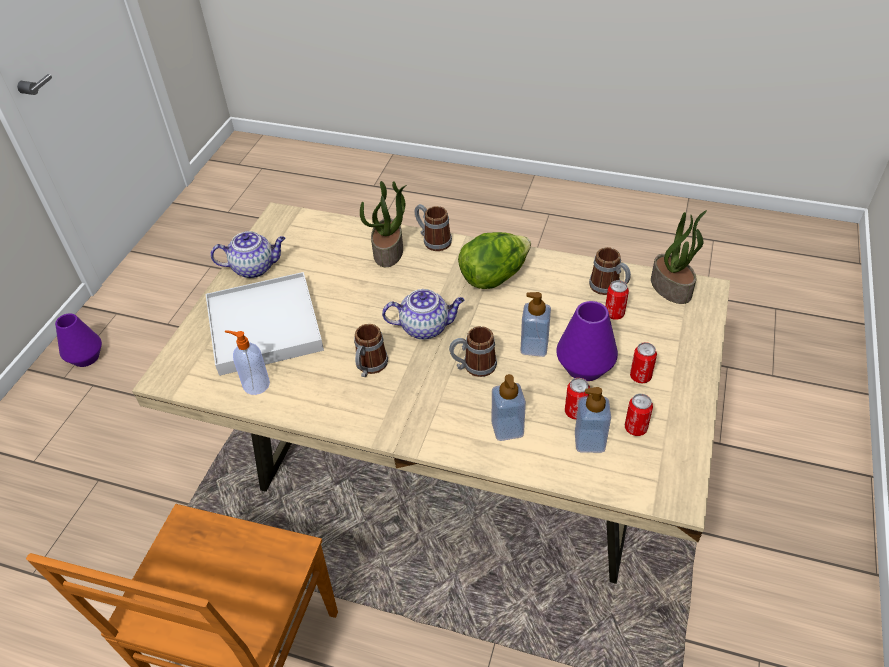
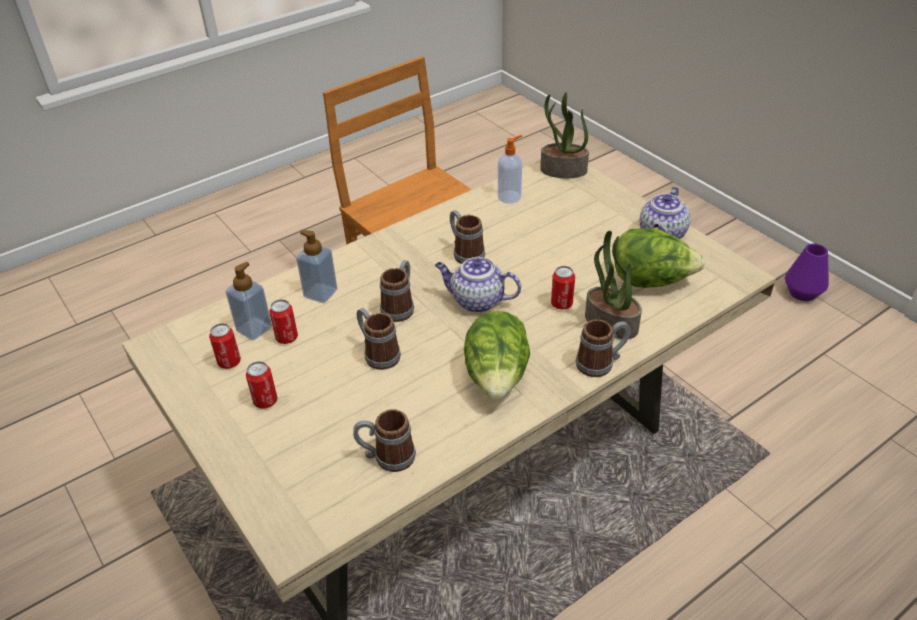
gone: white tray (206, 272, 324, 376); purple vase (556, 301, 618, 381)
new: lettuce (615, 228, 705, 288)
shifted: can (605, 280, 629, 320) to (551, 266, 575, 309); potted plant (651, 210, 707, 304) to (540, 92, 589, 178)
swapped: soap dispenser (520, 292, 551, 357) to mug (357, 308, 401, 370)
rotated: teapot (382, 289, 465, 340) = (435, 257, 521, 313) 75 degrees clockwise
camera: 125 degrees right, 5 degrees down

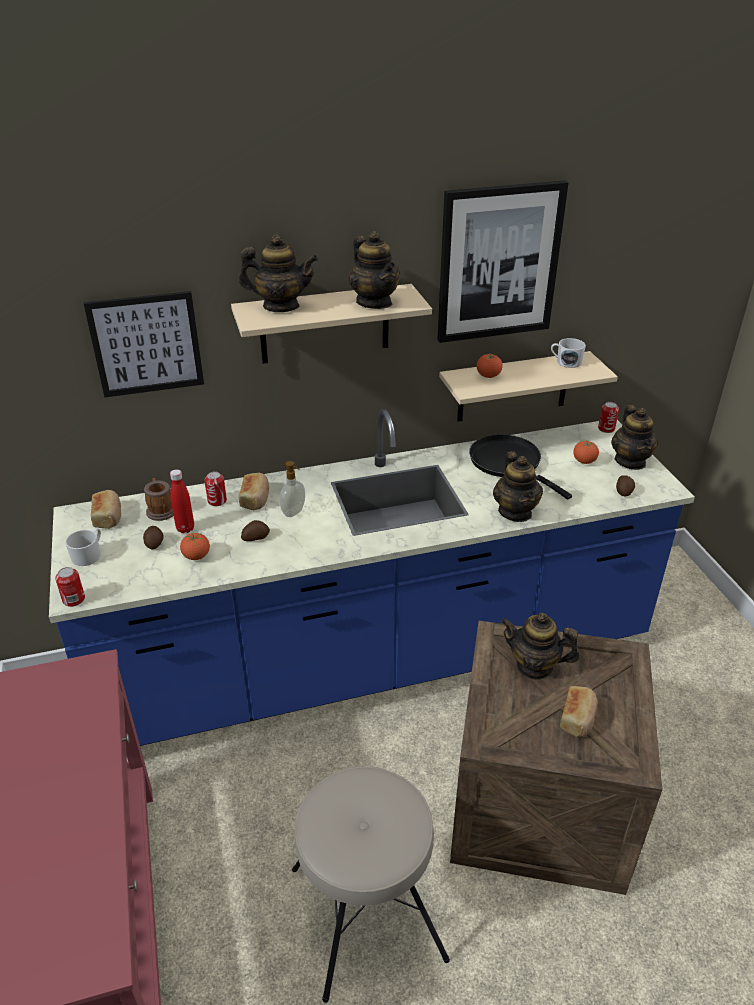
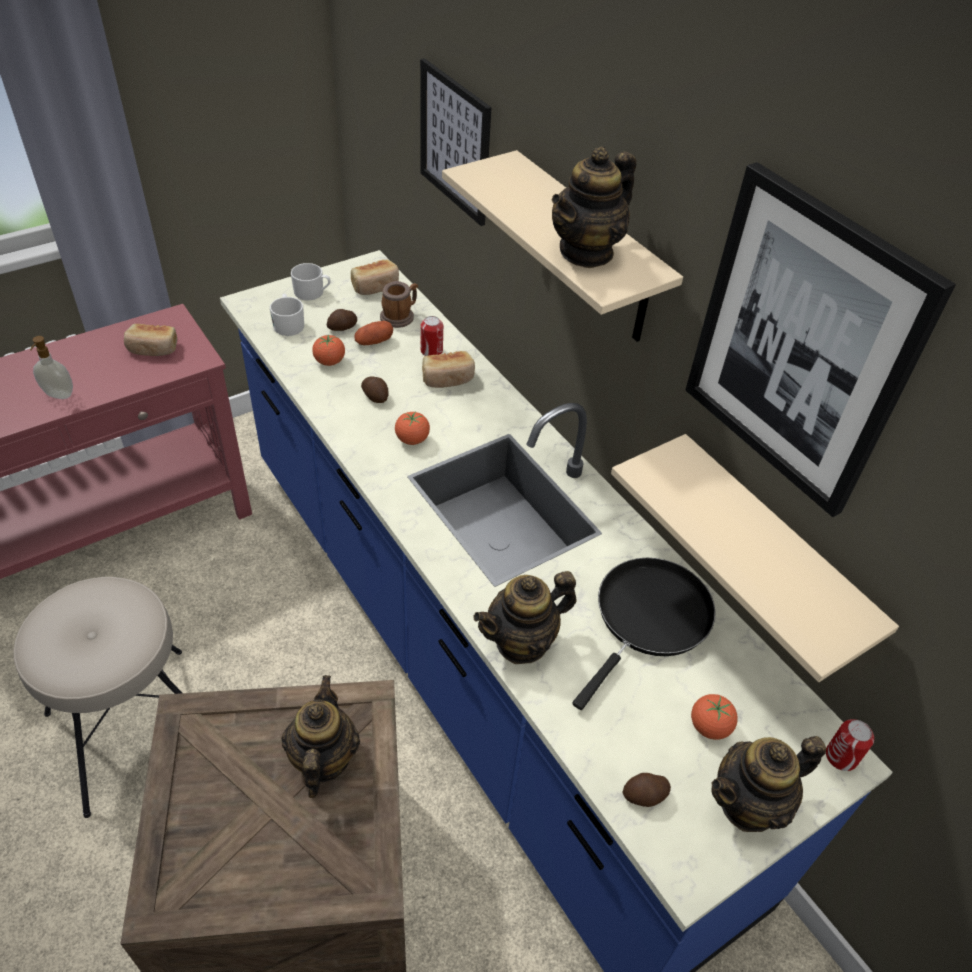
gone: can (55, 567, 85, 607); teapot (238, 234, 318, 312)
shifted: soap dispenser (280, 461, 305, 517) to (30, 336, 73, 399); tomato (477, 353, 503, 378) to (395, 411, 430, 445); white mug (551, 338, 586, 368) to (270, 294, 304, 336); bread (560, 686, 597, 737) to (124, 324, 177, 356)
swapped: red bottle (170, 469, 194, 533) to potato (355, 321, 393, 345)
camera: 70 degrees right, 10 degrees up

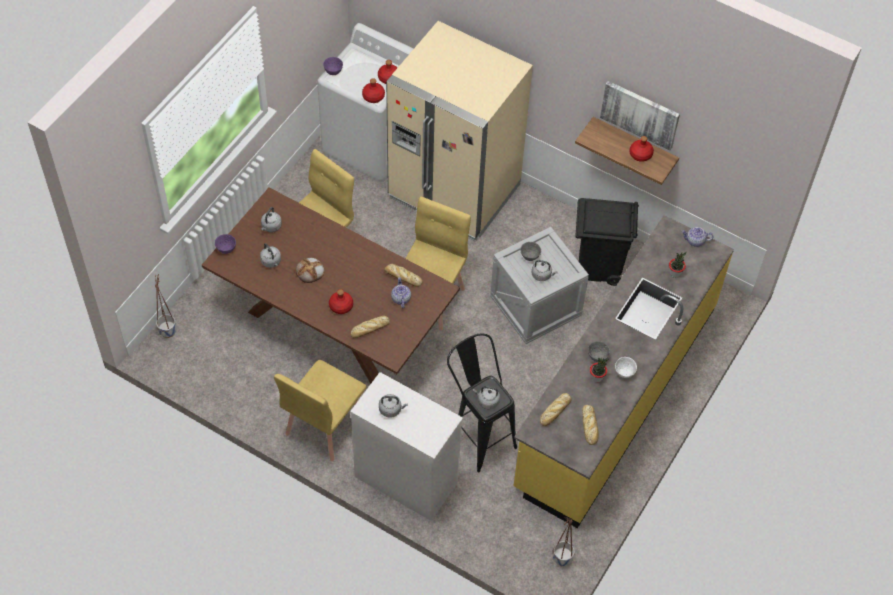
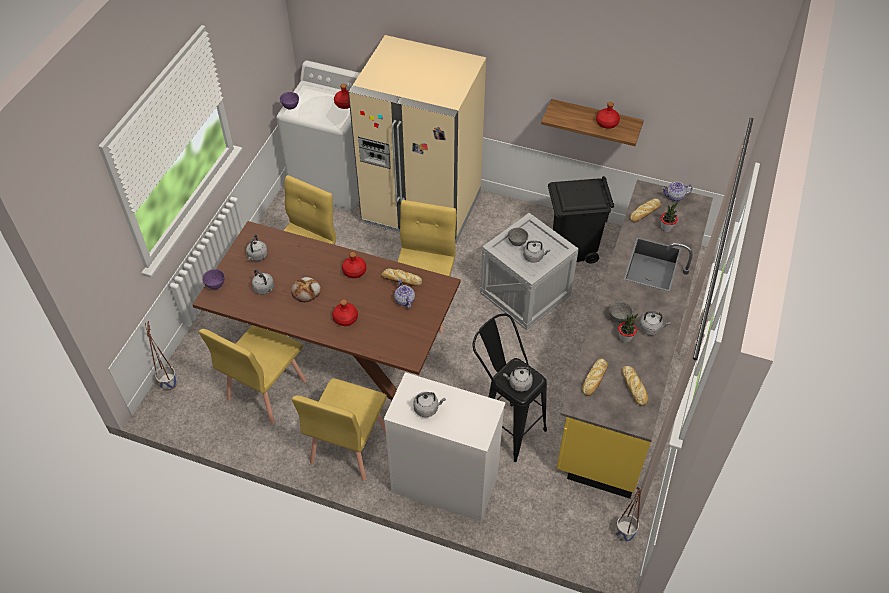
gone: picture (600, 81, 680, 150)
new: yellow chair (199, 325, 307, 424)
shifted: bread (351, 316, 390, 338) to (630, 198, 661, 223); red bottle (362, 78, 385, 103) to (342, 252, 366, 278)
swapped: white bowl (615, 357, 637, 378) to grey kettle (639, 311, 670, 335)
camera: 10 degrees left, 5 degrees down

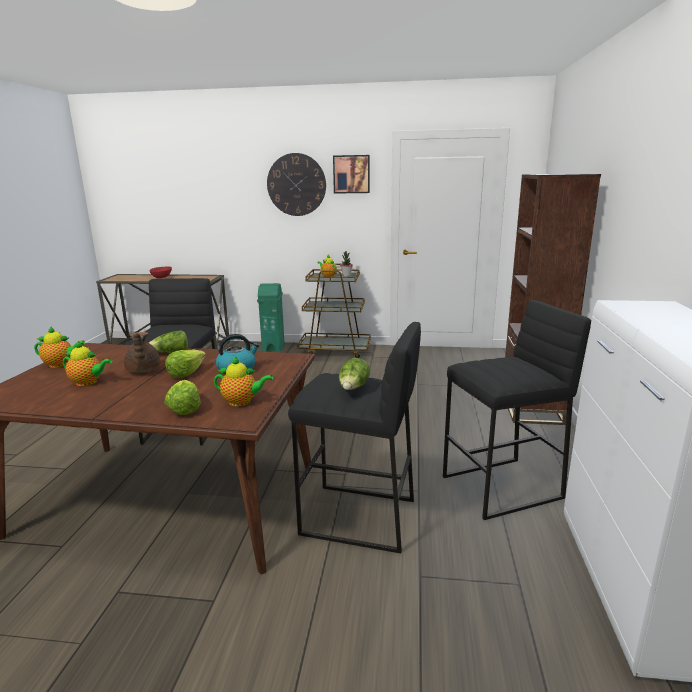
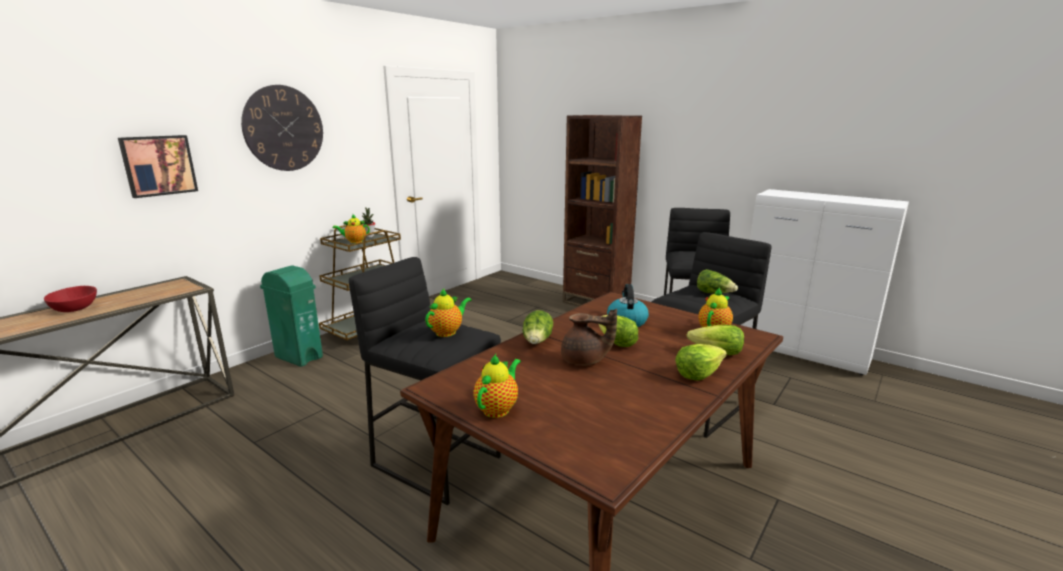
new: lettuce (675, 344, 727, 381)
shifted: teapot (63, 341, 112, 386) to (425, 289, 472, 337); picture (333, 155, 370, 194) to (118, 135, 198, 198)
camera: 60 degrees left, 0 degrees up

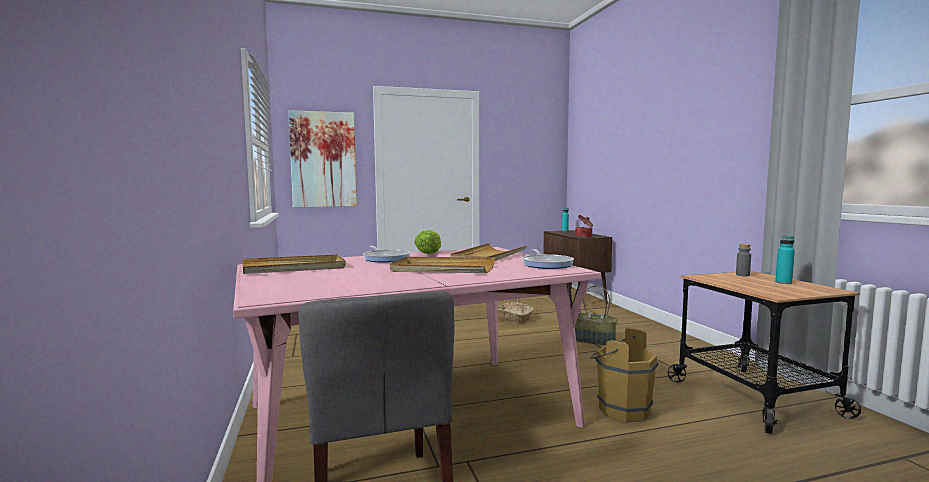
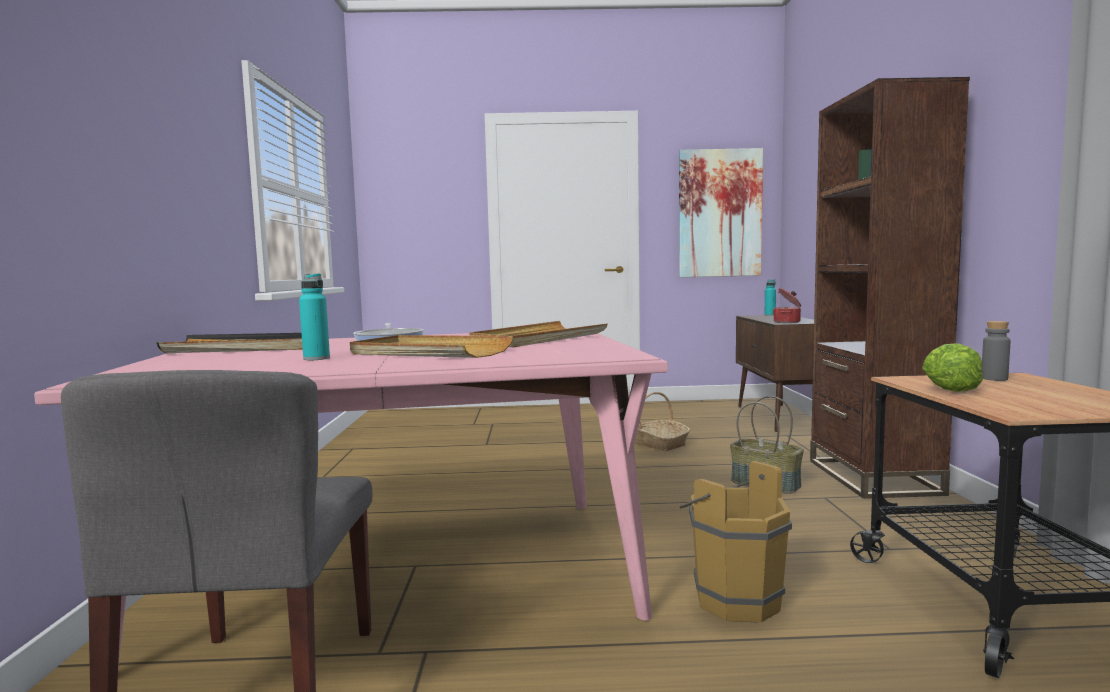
gone: frying pan (522, 249, 574, 269)
new: brown bookcase (810, 77, 970, 499)
shifted: picture (288, 110, 357, 208) to (679, 148, 763, 278); lettuce (414, 230, 441, 254) to (922, 343, 983, 392); turquoise bottle (775, 236, 795, 284) to (299, 273, 330, 360)
repainted: beige tray (242, 255, 346, 274) to black tray (157, 333, 303, 353)
camera: 15 degrees right, 0 degrees up

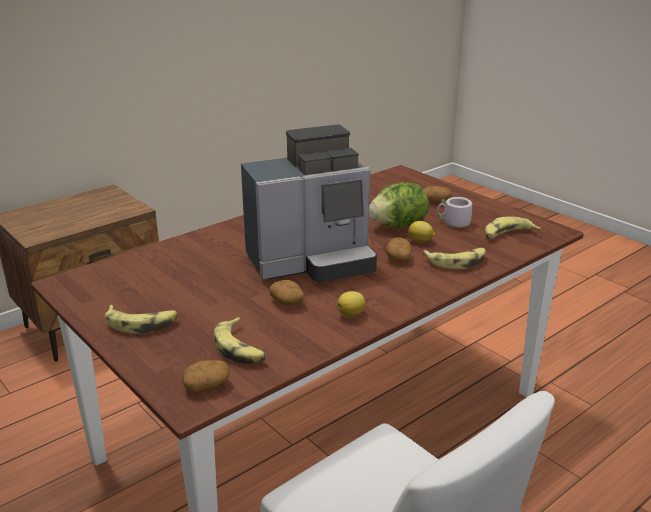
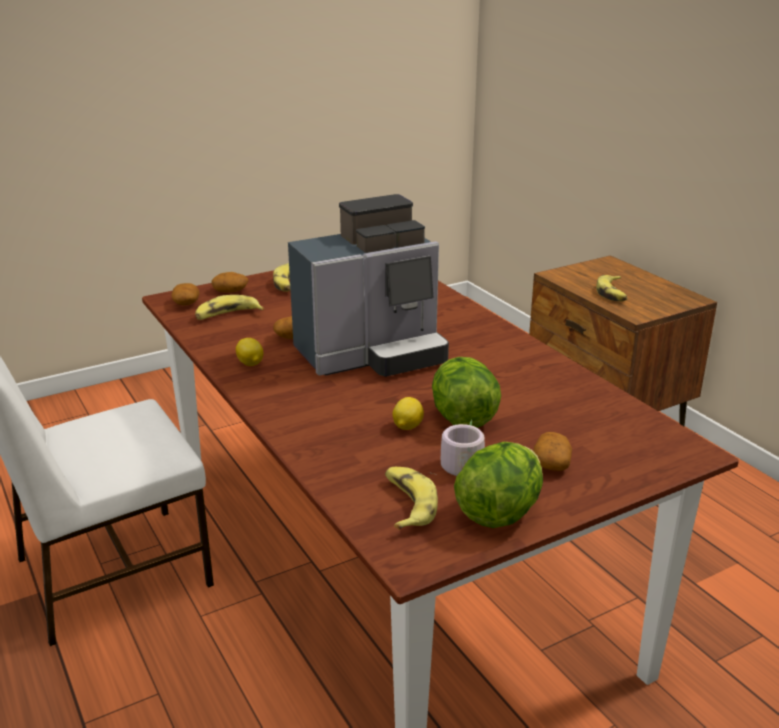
new: lettuce (454, 442, 543, 528)
shifted: potato (385, 237, 412, 262) to (211, 272, 248, 292); banana (422, 248, 486, 269) to (596, 275, 627, 301)
rotated: coffee machine (241, 124, 377, 283) = (288, 194, 449, 377) 105 degrees counterclockwise
camera: 100 degrees right, 0 degrees up

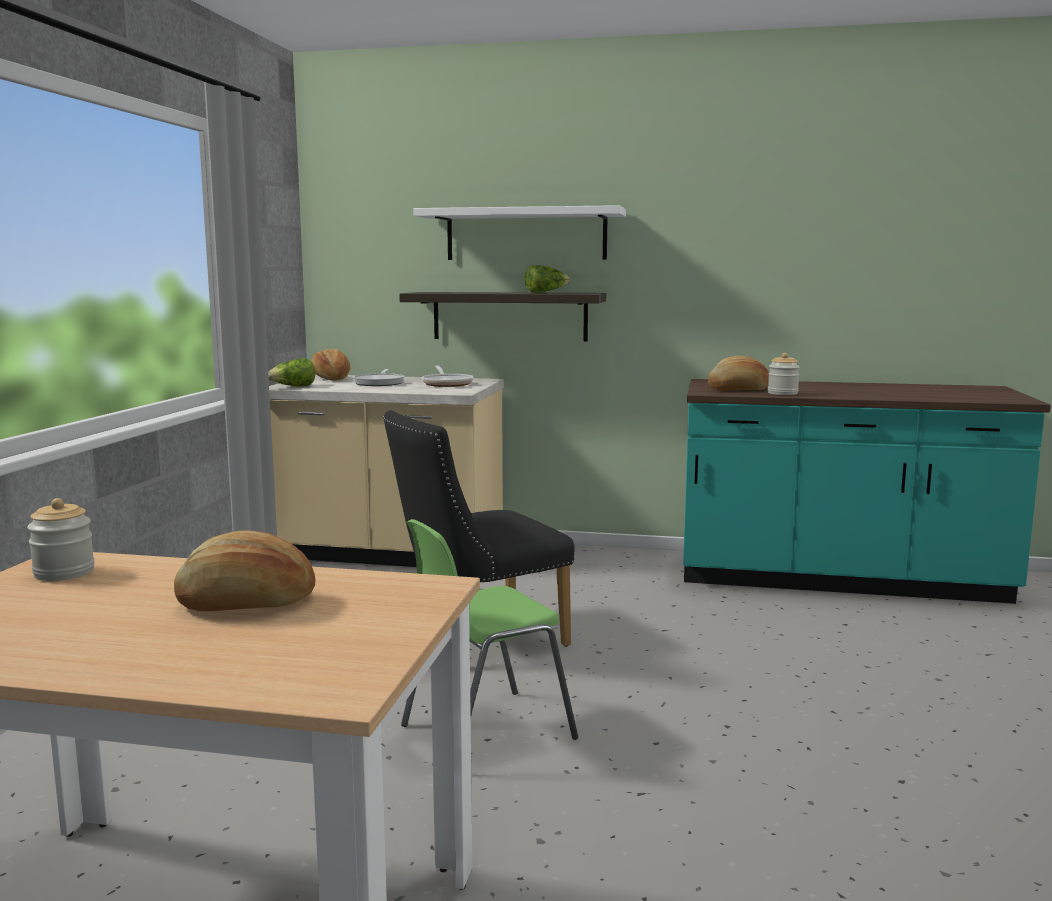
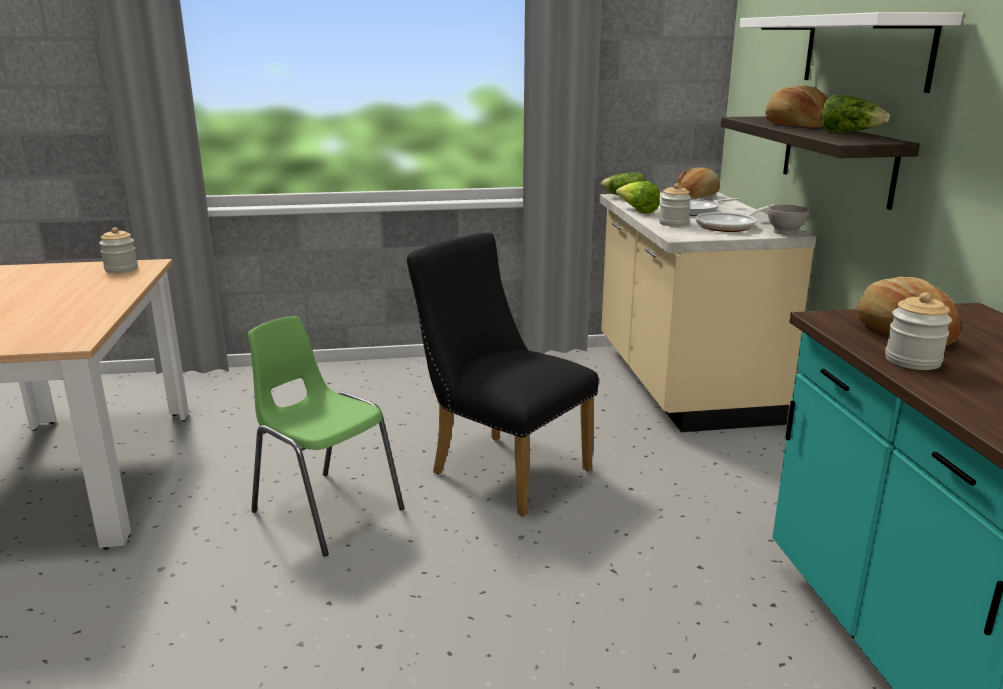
new: lettuce (616, 181, 660, 214); jar (659, 183, 691, 227); white bowl (767, 205, 810, 235)
shifted: bread (174, 531, 315, 611) to (765, 85, 828, 128)
camera: 70 degrees right, 10 degrees up

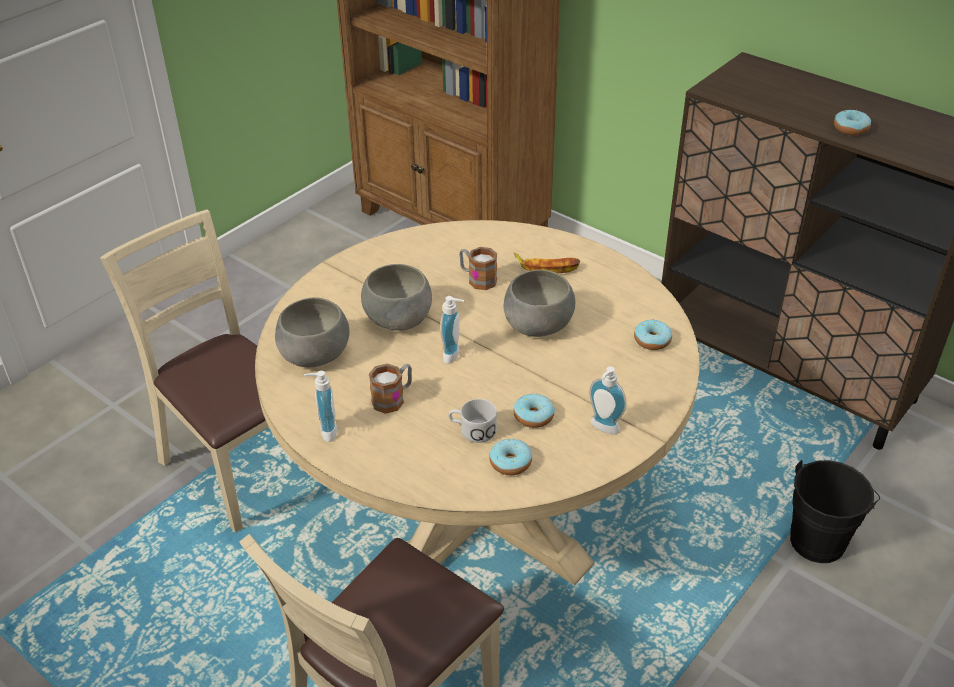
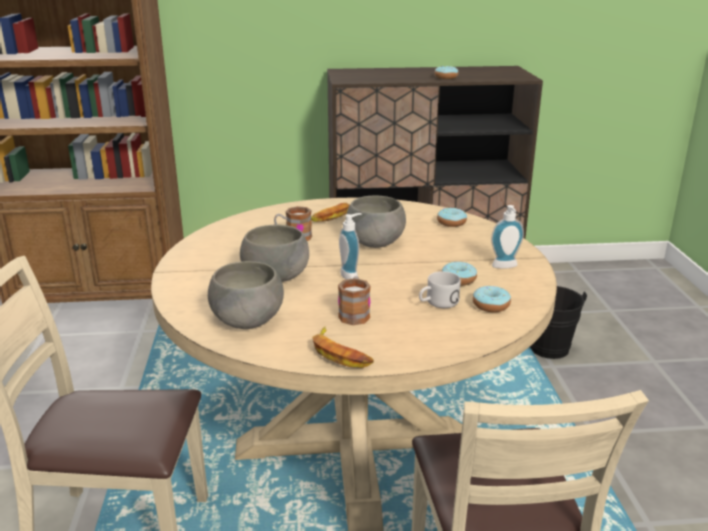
swapped: soap dispenser (304, 371, 337, 442) to banana (313, 326, 374, 368)
camera: 45 degrees left, 15 degrees down

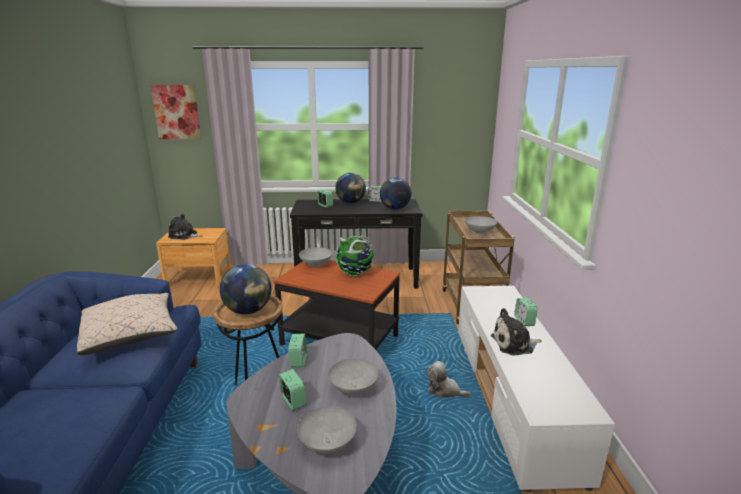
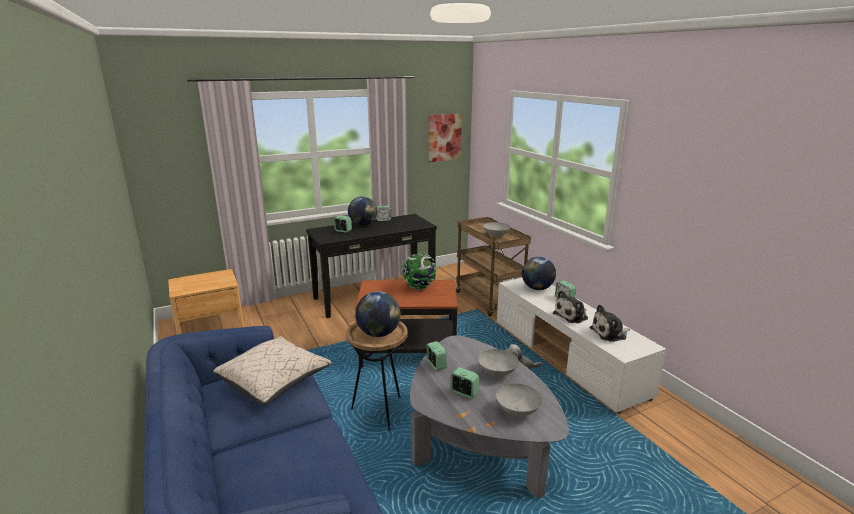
gone: grey bowl (299, 247, 332, 267)
shifted: picture (151, 85, 201, 139) to (428, 113, 462, 162); plush toy (168, 214, 202, 240) to (590, 305, 630, 342); globe (380, 177, 411, 210) to (522, 257, 556, 290)
camera: 25 degrees left, 0 degrees up

